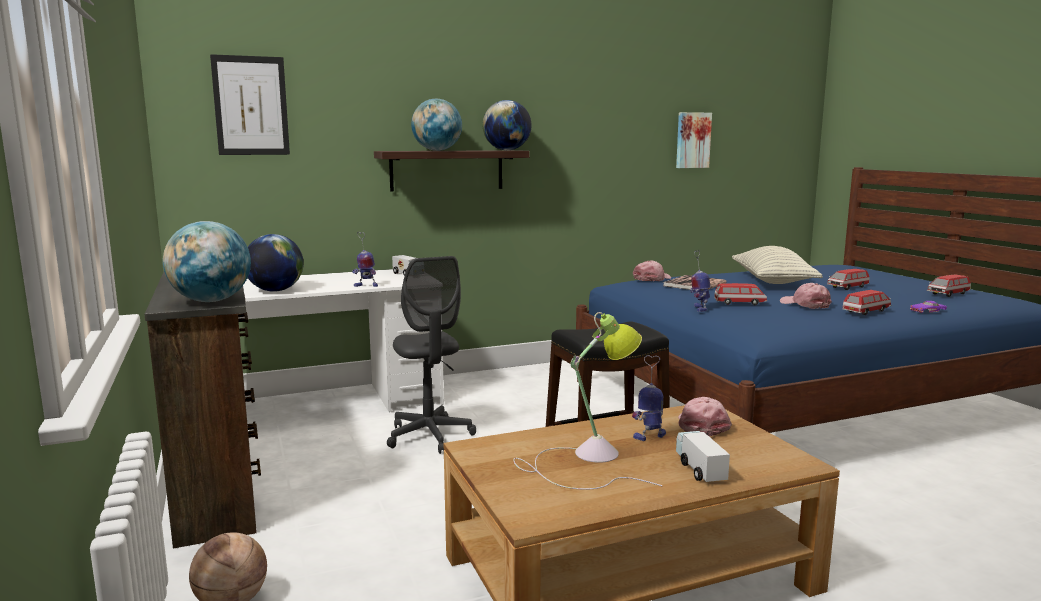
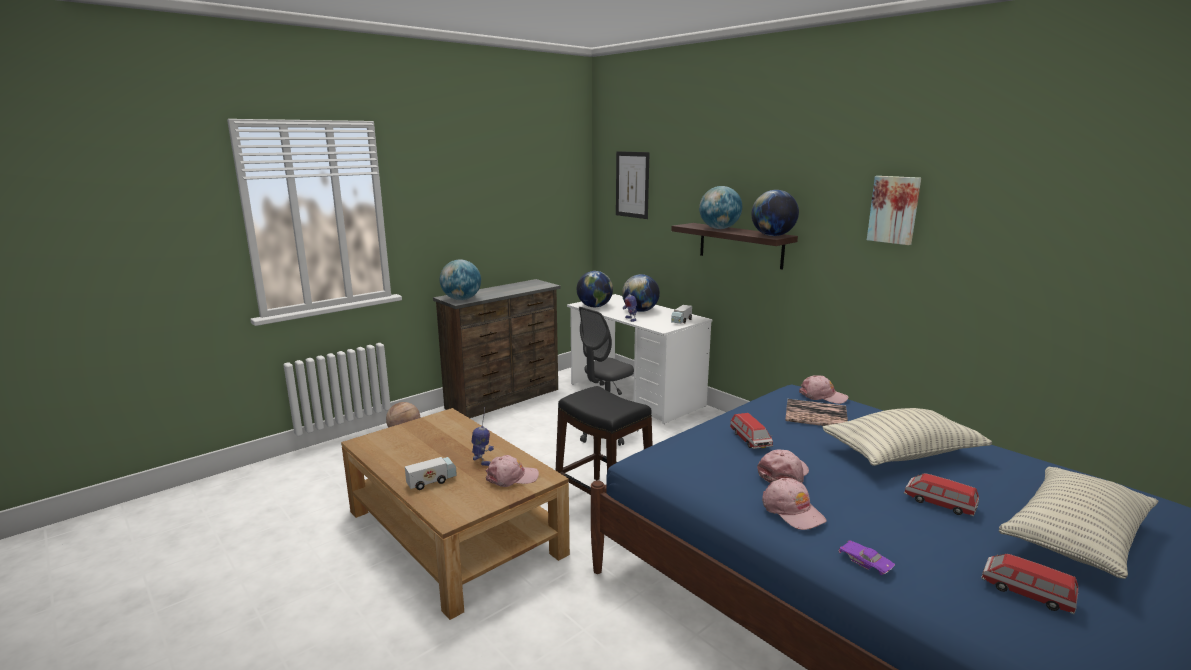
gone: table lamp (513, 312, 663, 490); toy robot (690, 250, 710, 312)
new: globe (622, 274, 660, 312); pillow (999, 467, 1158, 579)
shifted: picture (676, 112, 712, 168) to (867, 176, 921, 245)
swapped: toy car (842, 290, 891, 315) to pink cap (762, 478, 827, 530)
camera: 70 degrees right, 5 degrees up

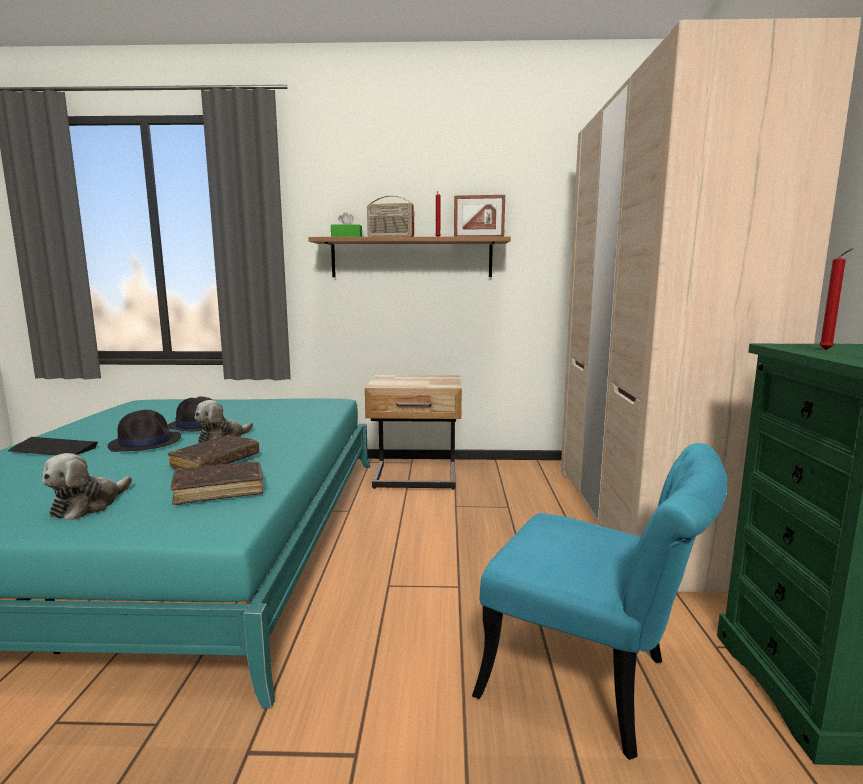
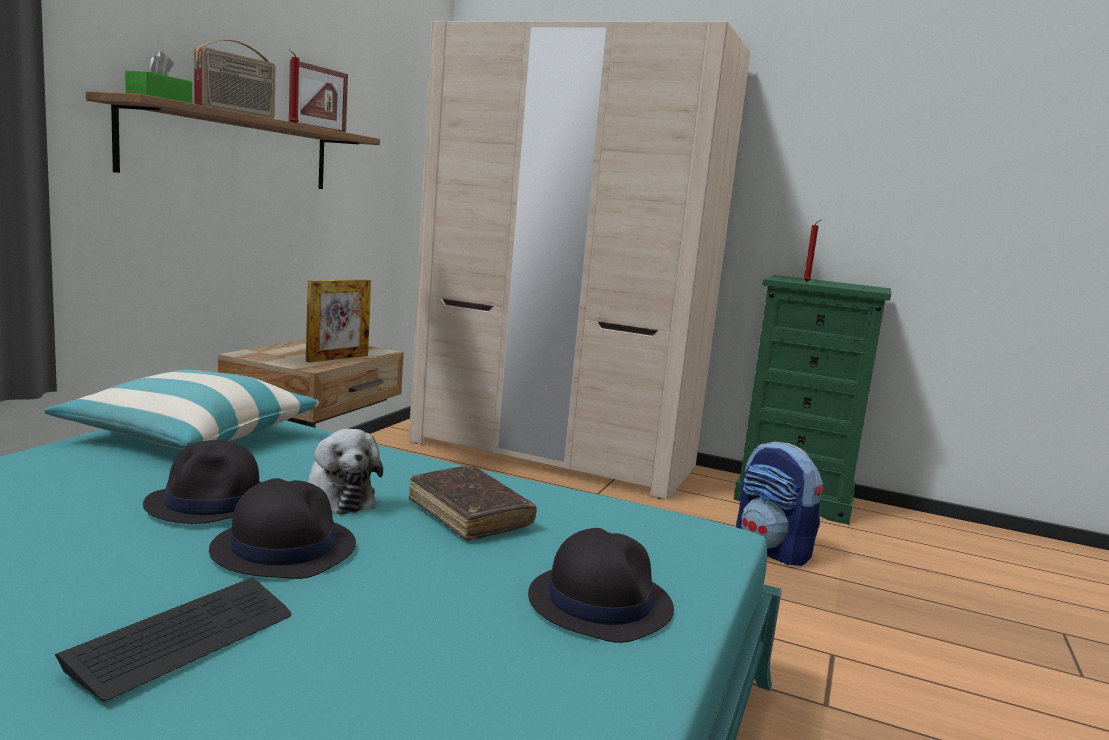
gone: brown book (171, 462, 263, 505)
new: pillow (44, 370, 319, 449); picture frame (306, 279, 371, 363)
swapped: plush toy (42, 453, 132, 520) to black hat (528, 528, 674, 643); turquoise chair (472, 443, 727, 760) to backpack (736, 442, 823, 566)
camera: 70 degrees left, 0 degrees up

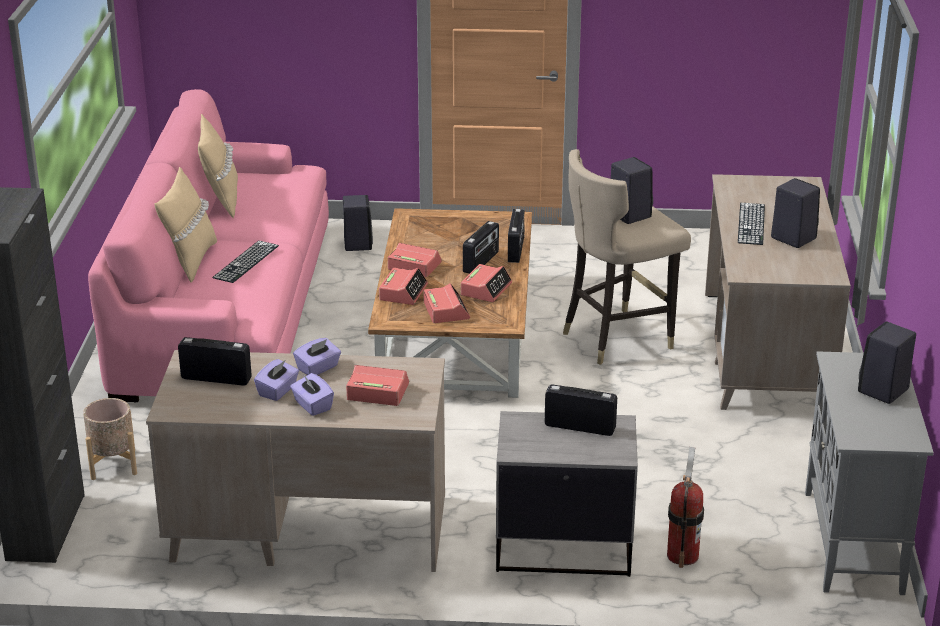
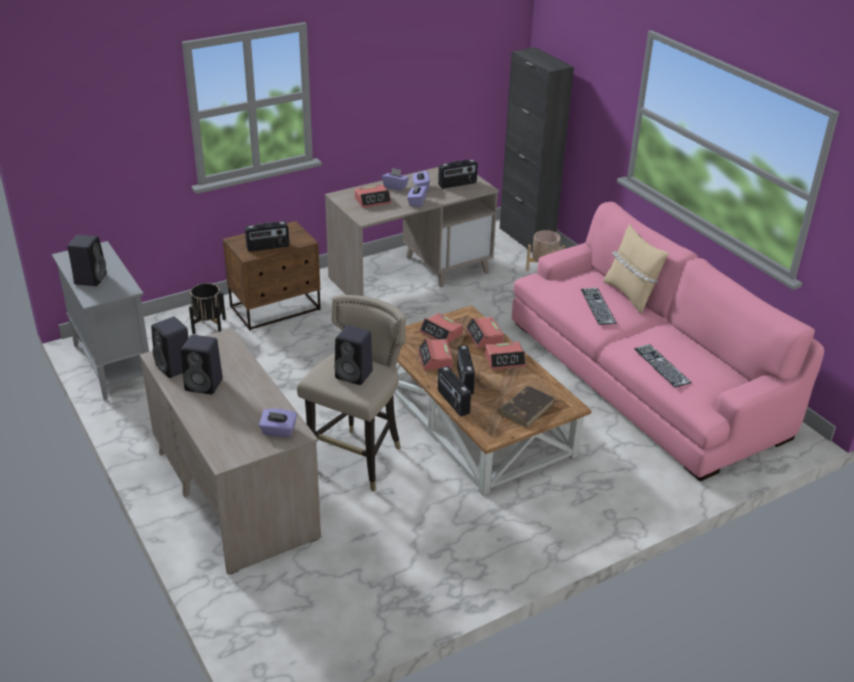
gone: beige pillow (198, 114, 238, 218)
new: purple tissue box (259, 409, 297, 437); brown book (498, 386, 554, 428)
shifted: black speaker (343, 195, 373, 251) to (151, 317, 189, 378); keyboard (738, 203, 765, 245) to (634, 344, 692, 388)
swapped: fire extinguisher (667, 447, 704, 568) to black planter (189, 283, 226, 334)
repainted: grey nightstand (496, 411, 638, 577) to brown nightstand (223, 221, 321, 331)
camera: 145 degrees right, 5 degrees up

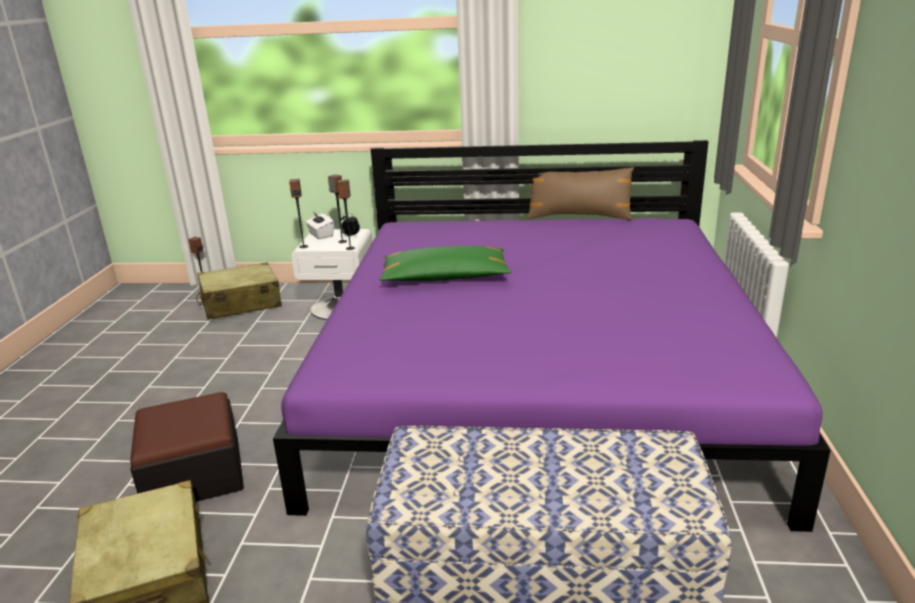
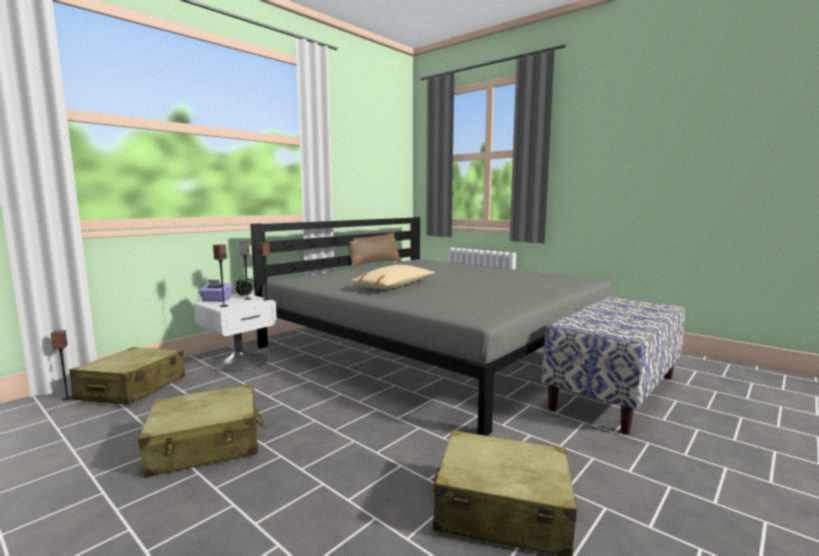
gone: ottoman (130, 392, 244, 502)
new: beige suitcase (138, 384, 265, 478)
repainted: purple bed (273, 140, 831, 532) to grey bed (250, 217, 613, 436); white tissue box (305, 211, 334, 239) to purple tissue box (199, 279, 233, 302); green pillow (379, 246, 512, 281) to beige pillow (351, 265, 435, 289)
camera: 55 degrees left, 15 degrees down

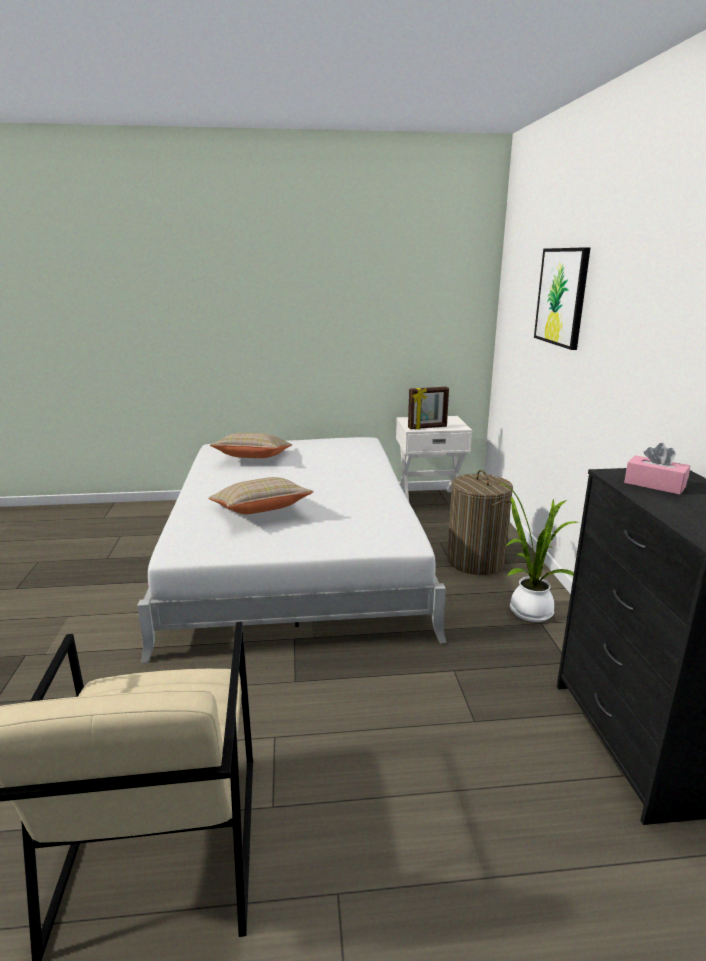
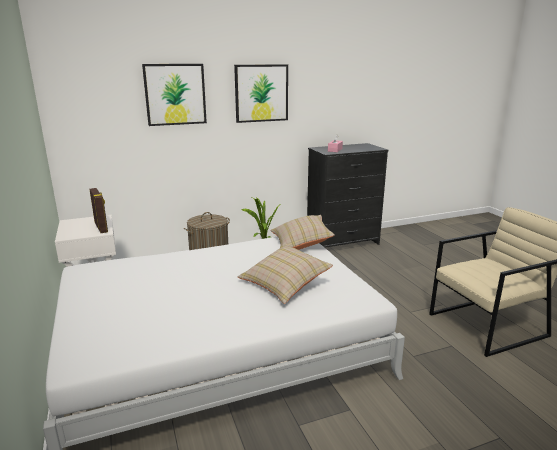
new: picture (234, 64, 288, 123)
shifted: beige pillow (210, 433, 292, 458) to (270, 215, 335, 250)
camera: 105 degrees left, 0 degrees up

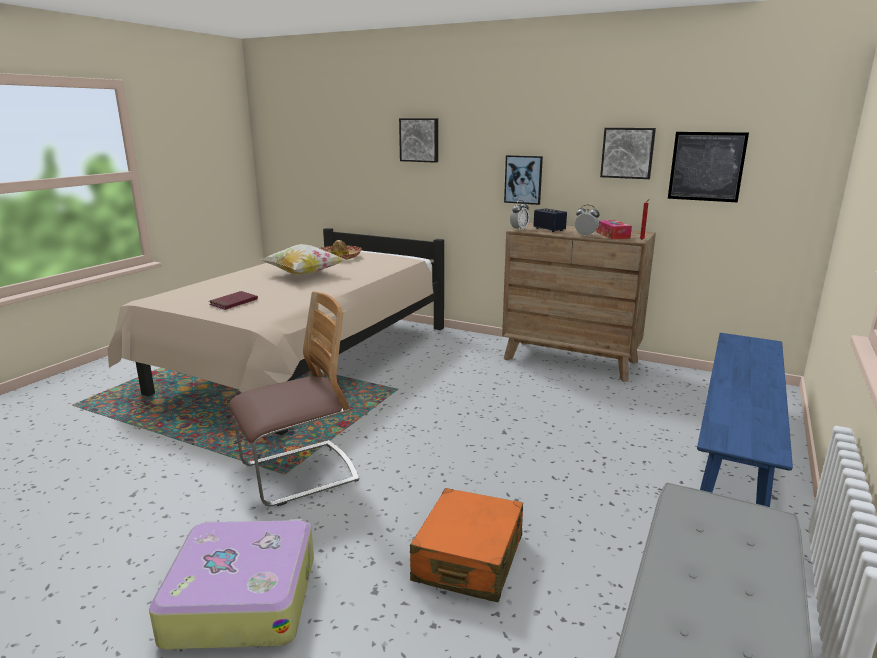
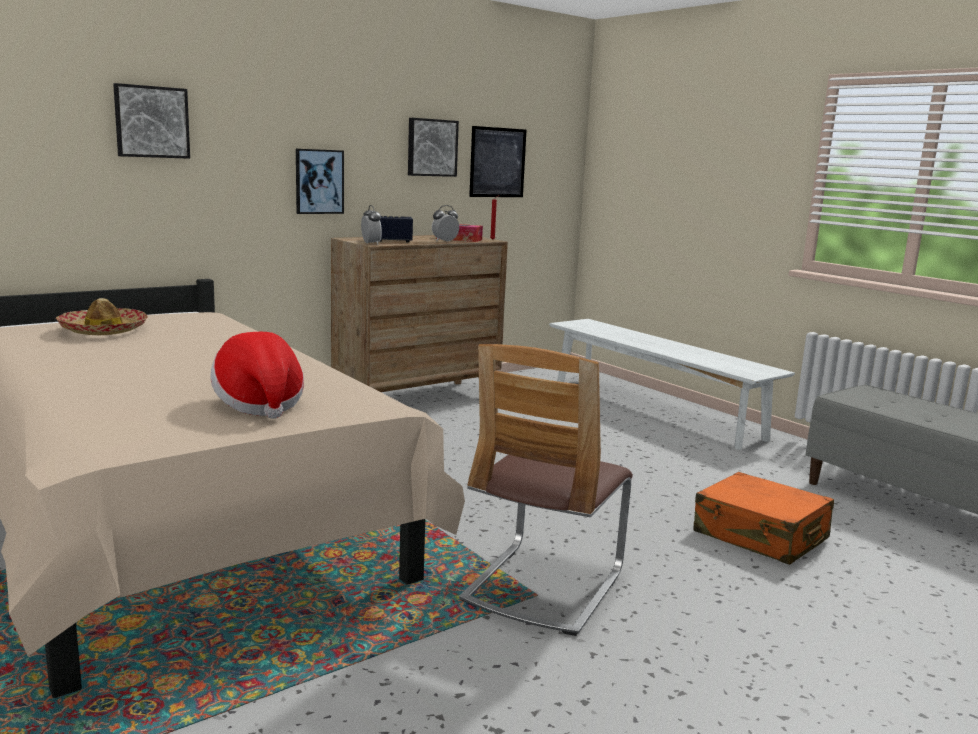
gone: suitcase (149, 519, 314, 650); pillow (262, 244, 346, 275)
swapped: red book (209, 291, 258, 310) to hat (210, 332, 304, 419)
repainted: blue bench (697, 333, 793, 507) to white bench (549, 319, 795, 450)
rotated: chair (229, 292, 359, 506) = (459, 344, 633, 636) 150 degrees counterclockwise
camera: 65 degrees left, 5 degrees down

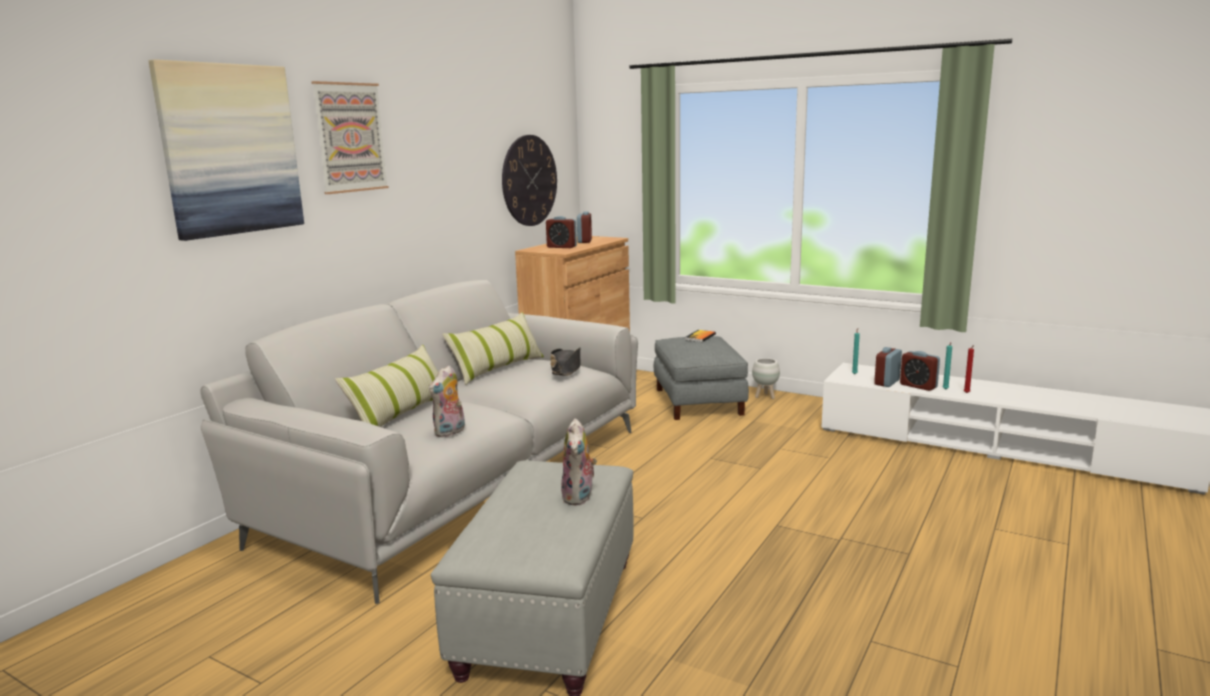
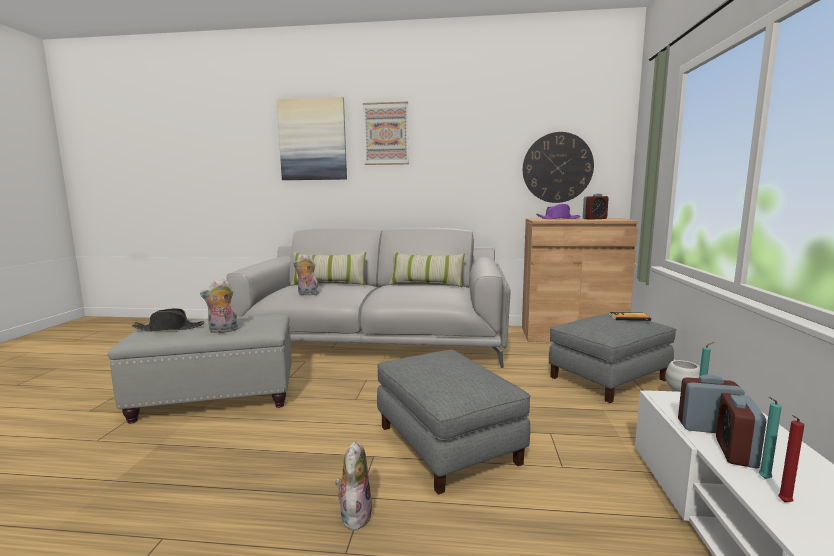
new: plush toy (335, 441, 372, 530); grey ottoman (377, 350, 530, 495)
shifted: black hat (551, 348, 580, 376) to (132, 308, 204, 332)
swapped: alarm clock (546, 216, 577, 248) to purple hat (536, 204, 580, 219)
camera: 65 degrees right, 5 degrees down

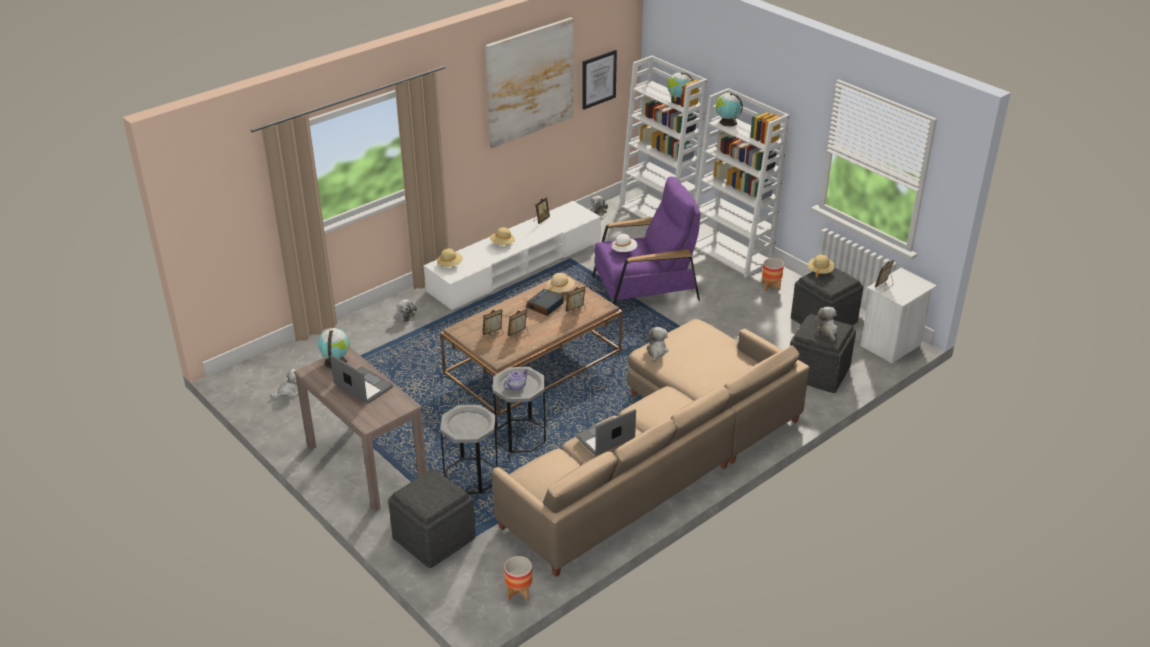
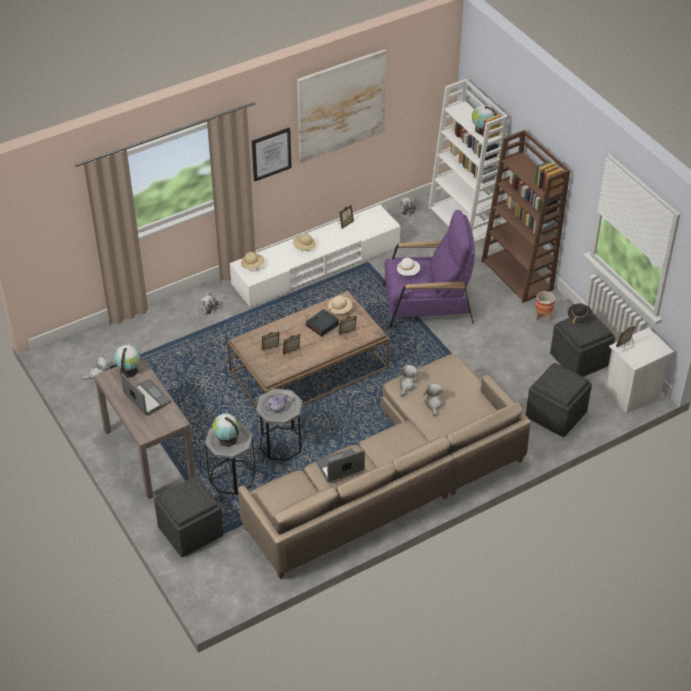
gone: planter (504, 556, 532, 601)
shifted: picture (582, 50, 617, 110) to (252, 127, 292, 181); globe (716, 93, 743, 127) to (212, 414, 239, 447); plush toy (815, 307, 838, 341) to (423, 383, 444, 416)
repainted: white bookcase (695, 88, 790, 278) to brown bookcase (481, 130, 570, 303); beige hat (808, 255, 835, 278) to black hat (568, 303, 592, 325)
camera: 10 degrees right, 10 degrees up

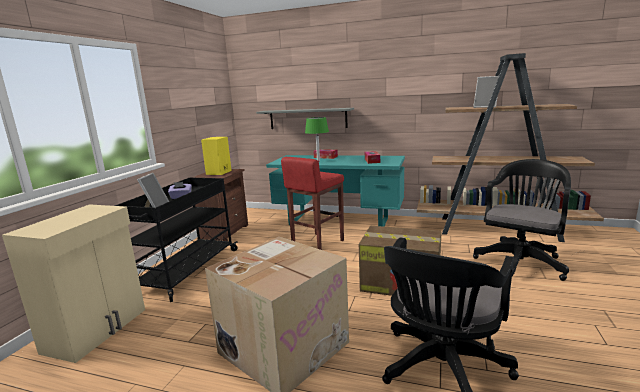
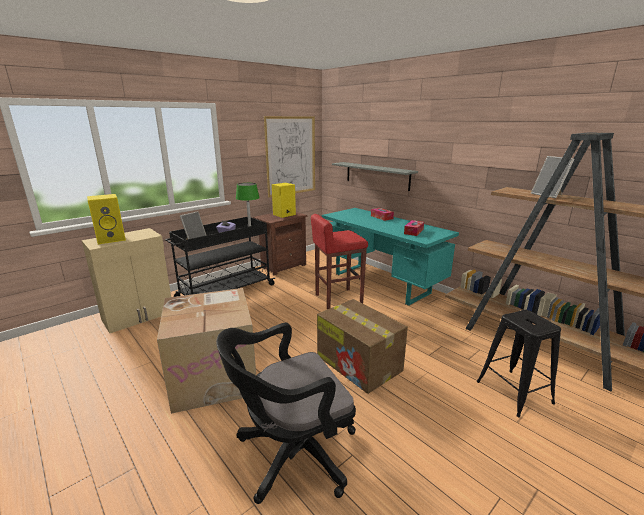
new: yellow speaker (87, 194, 126, 244); picture (264, 116, 315, 198)
shifted: green table lamp (305, 117, 329, 162) to (236, 183, 260, 226)
swapped: black office chair (473, 159, 571, 281) to black stool (477, 310, 561, 418)
camera: 30 degrees right, 5 degrees up

